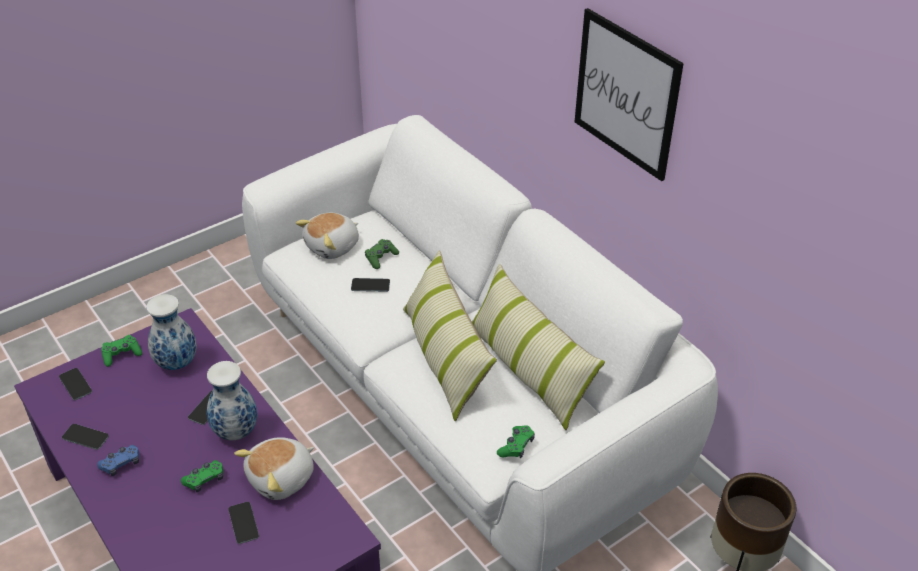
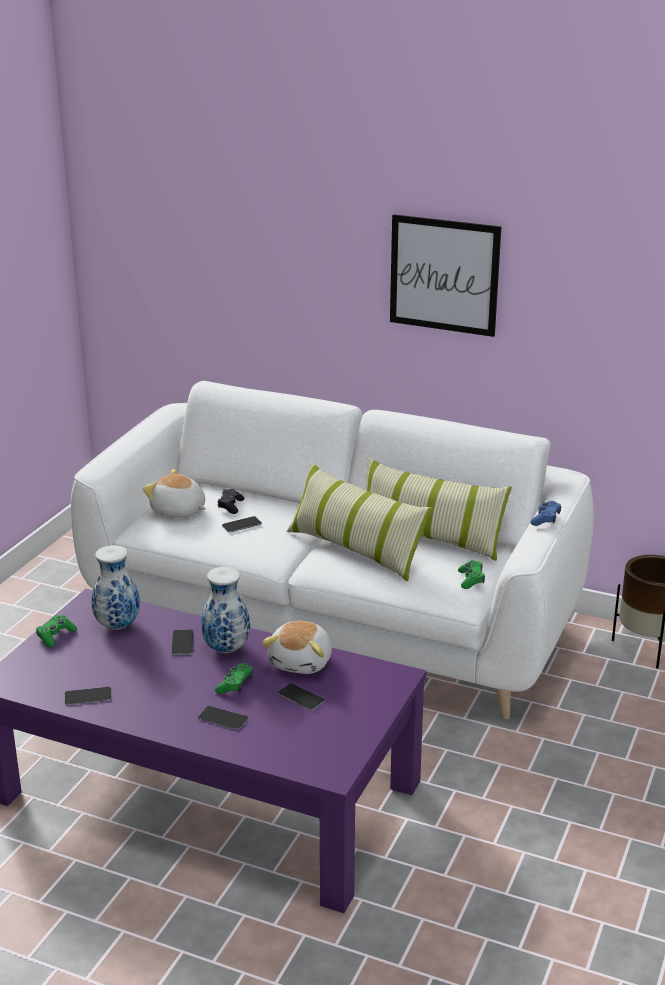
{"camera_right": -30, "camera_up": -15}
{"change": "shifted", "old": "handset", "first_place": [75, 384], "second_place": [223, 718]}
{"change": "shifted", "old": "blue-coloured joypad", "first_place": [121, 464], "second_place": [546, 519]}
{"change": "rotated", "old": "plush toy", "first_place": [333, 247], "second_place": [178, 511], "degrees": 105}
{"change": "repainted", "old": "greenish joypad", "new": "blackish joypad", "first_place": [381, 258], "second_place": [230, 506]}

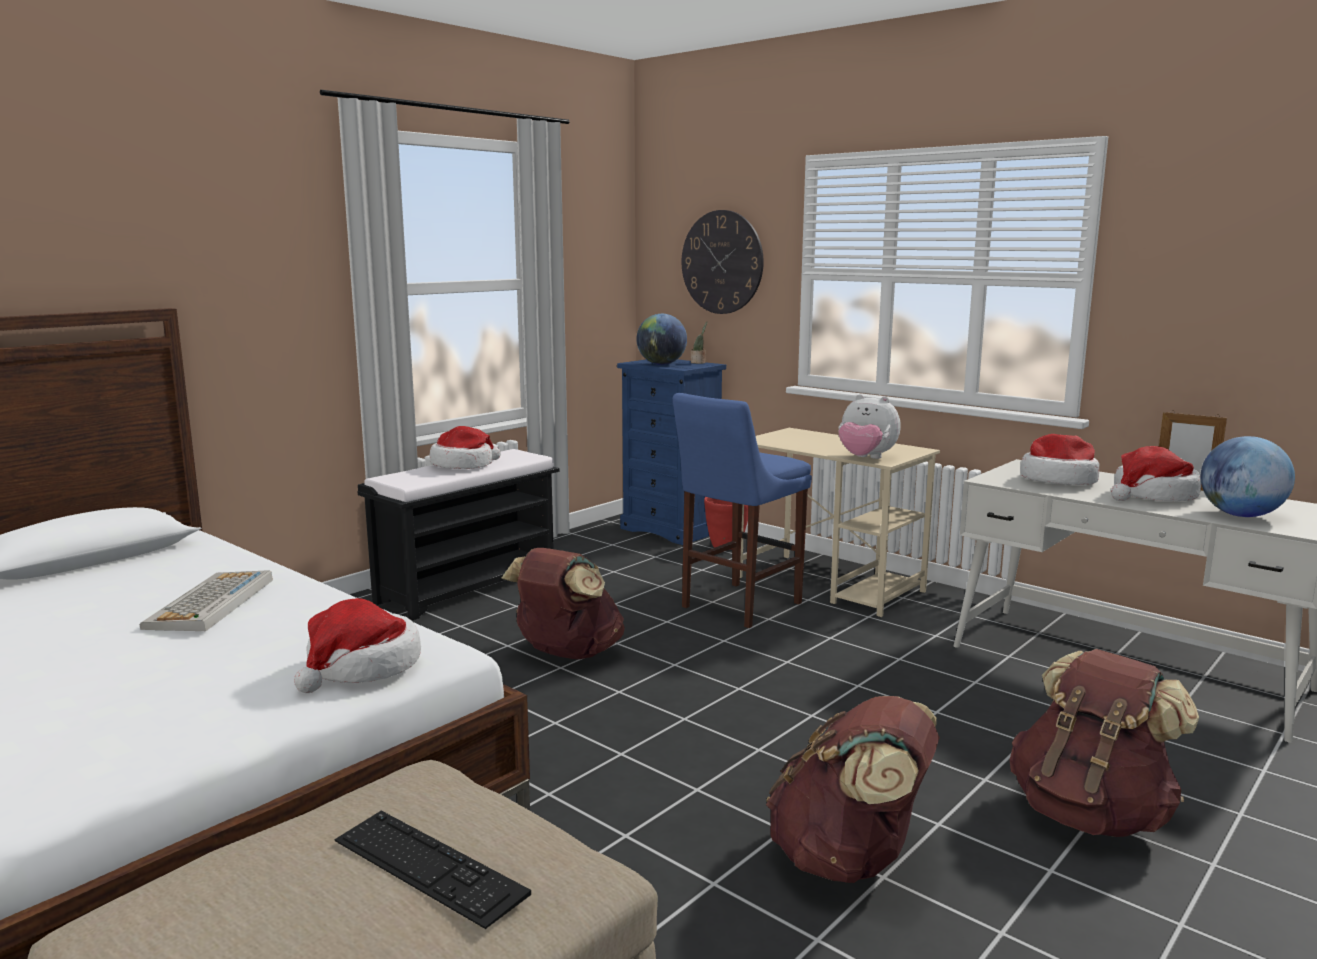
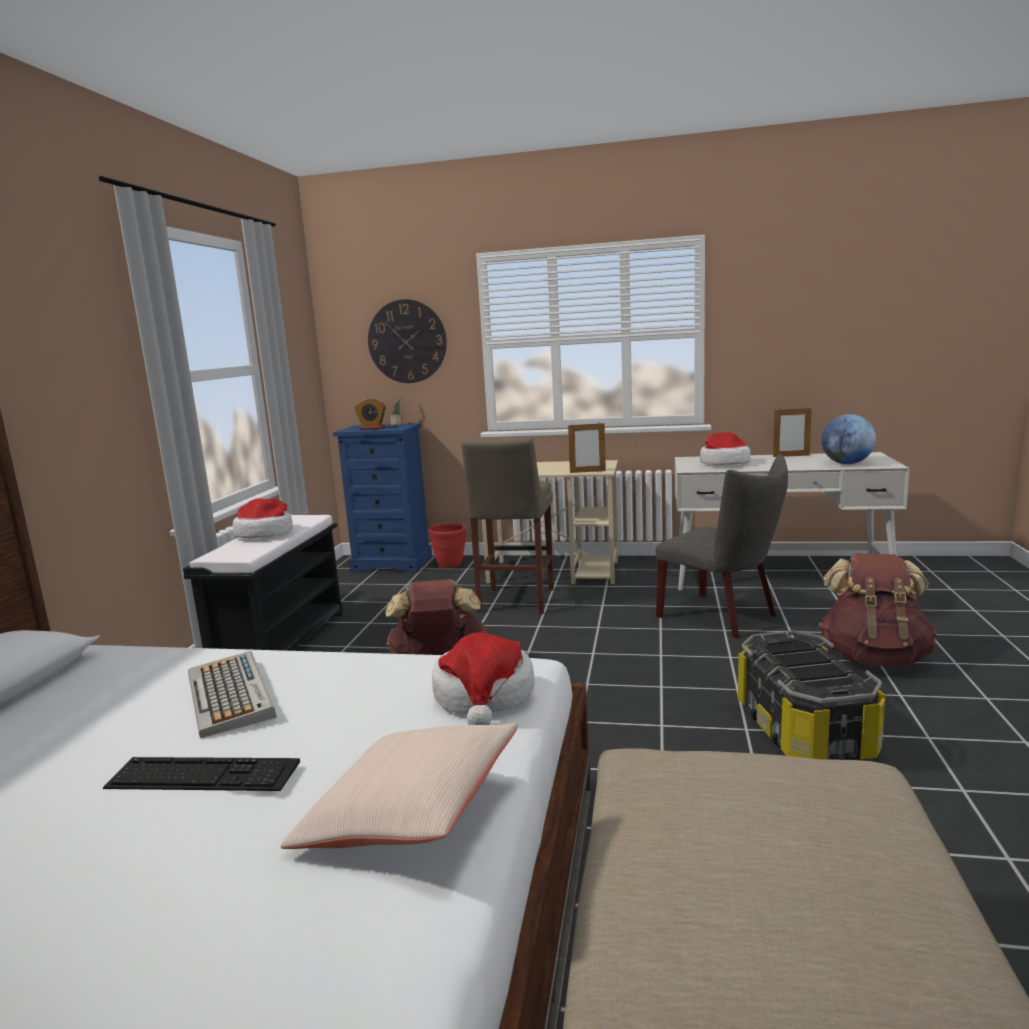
{"camera_right": -30, "camera_up": 0}
{"change": "shifted", "old": "PC keyboard", "first_place": [428, 866], "second_place": [203, 775]}
{"change": "swapped", "old": "desk globe", "new": "alarm clock", "first_place": [661, 364], "second_place": [372, 428]}
{"change": "repainted", "old": "blue-coloured stool seat", "new": "sand-coloured stool seat", "first_place": [737, 606], "second_place": [514, 602]}
{"change": "swapped", "old": "brown-coloured knapsack", "new": "storage box", "first_place": [849, 859], "second_place": [805, 731]}
{"change": "swapped", "old": "plush toy", "new": "picture frame", "first_place": [866, 458], "second_place": [587, 471]}
{"change": "gone", "old": "clothing hat", "first_place": [1153, 495]}
{"change": "new", "new": "sand-coloured pillow", "second_place": [410, 815]}
{"change": "new", "new": "grey plain chair", "second_place": [723, 617]}

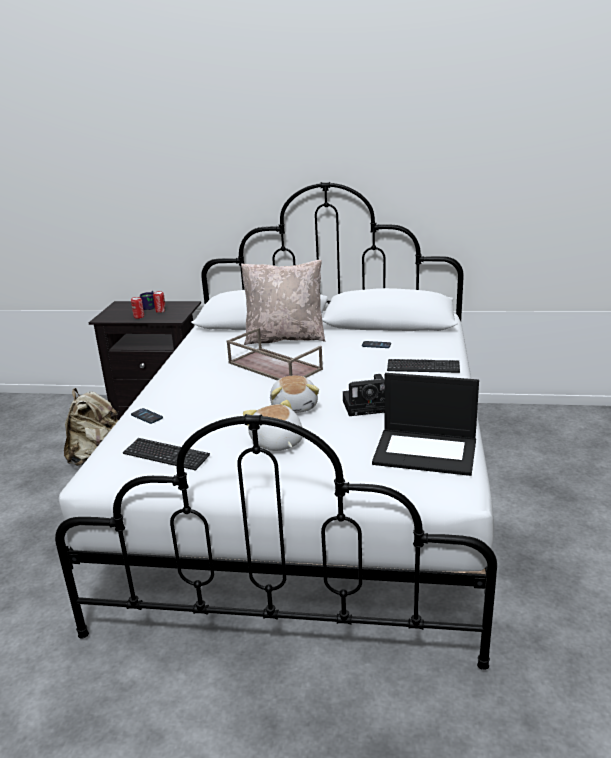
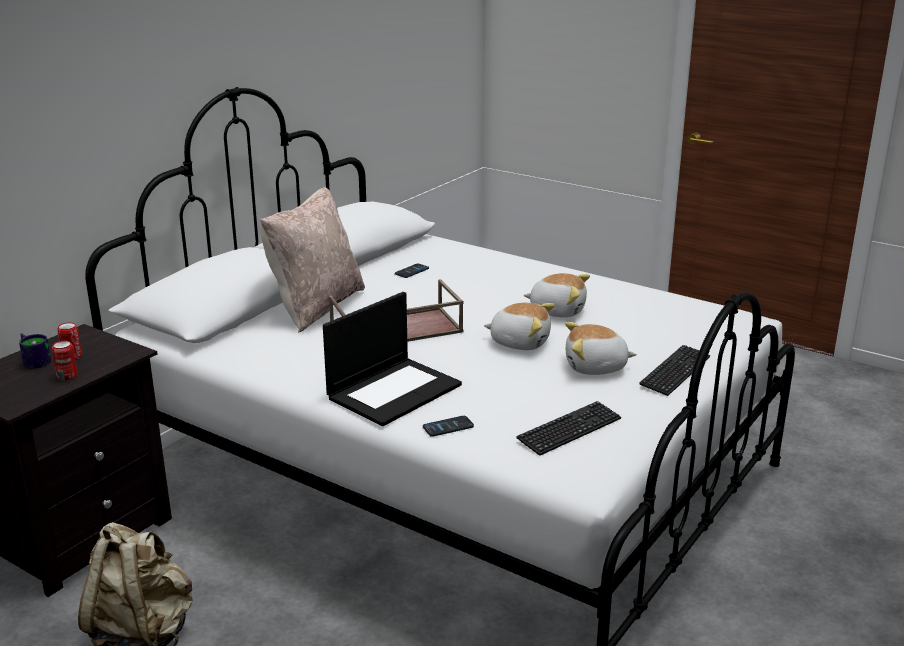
{"camera_right": -65, "camera_up": 0}
{"change": "swapped", "old": "still camera", "new": "plush toy", "first_place": [368, 406], "second_place": [557, 310]}
{"change": "shifted", "old": "notebook computer", "first_place": [426, 451], "second_place": [394, 391]}
{"change": "shifted", "old": "PC keyboard", "first_place": [423, 367], "second_place": [675, 372]}

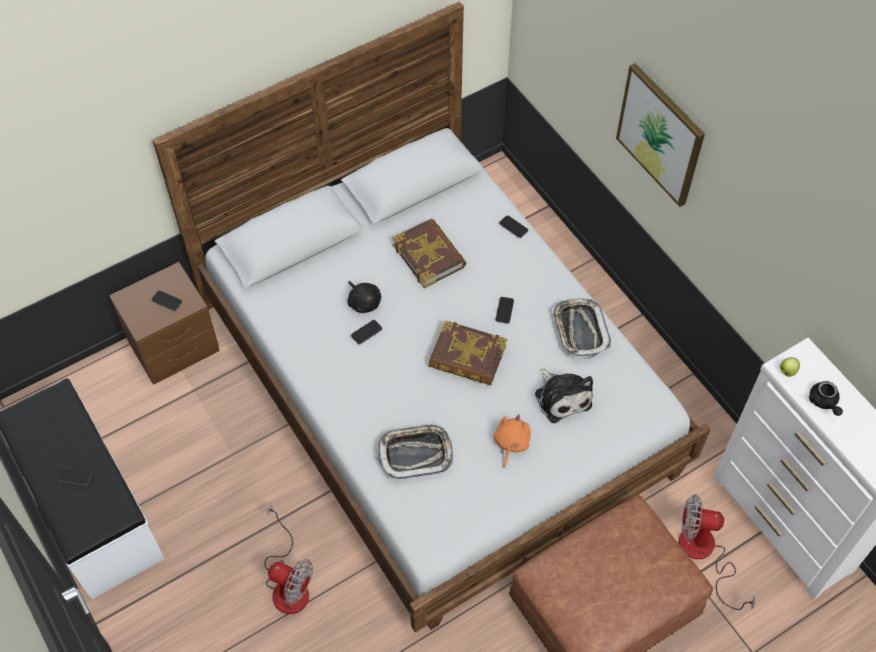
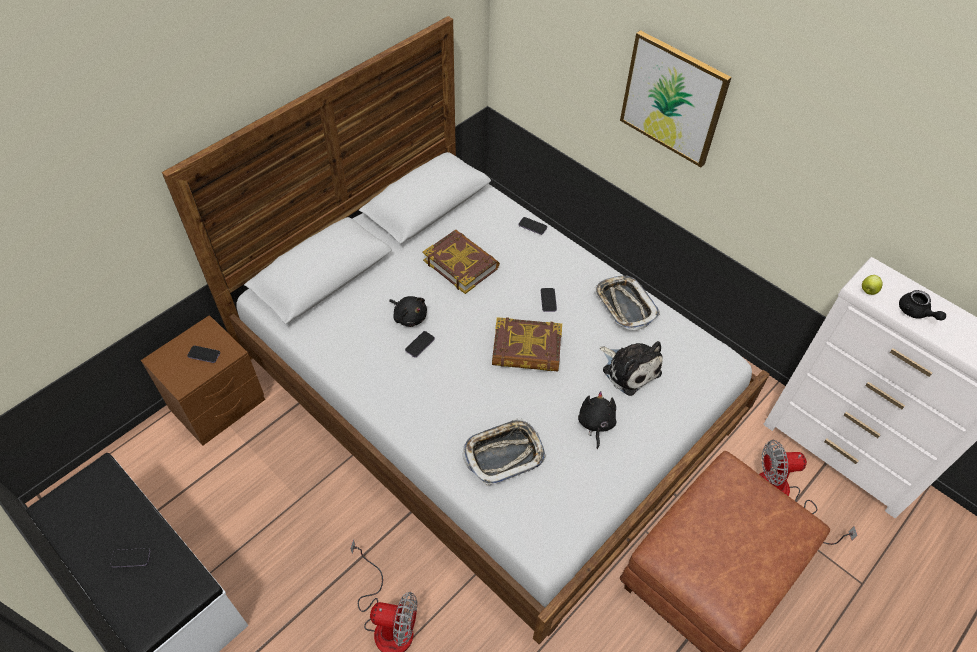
{"camera_right": -15, "camera_up": -5}
{"change": "repainted", "old": "orange plush toy", "new": "blackish plush toy", "first_place": [511, 443], "second_place": [595, 424]}

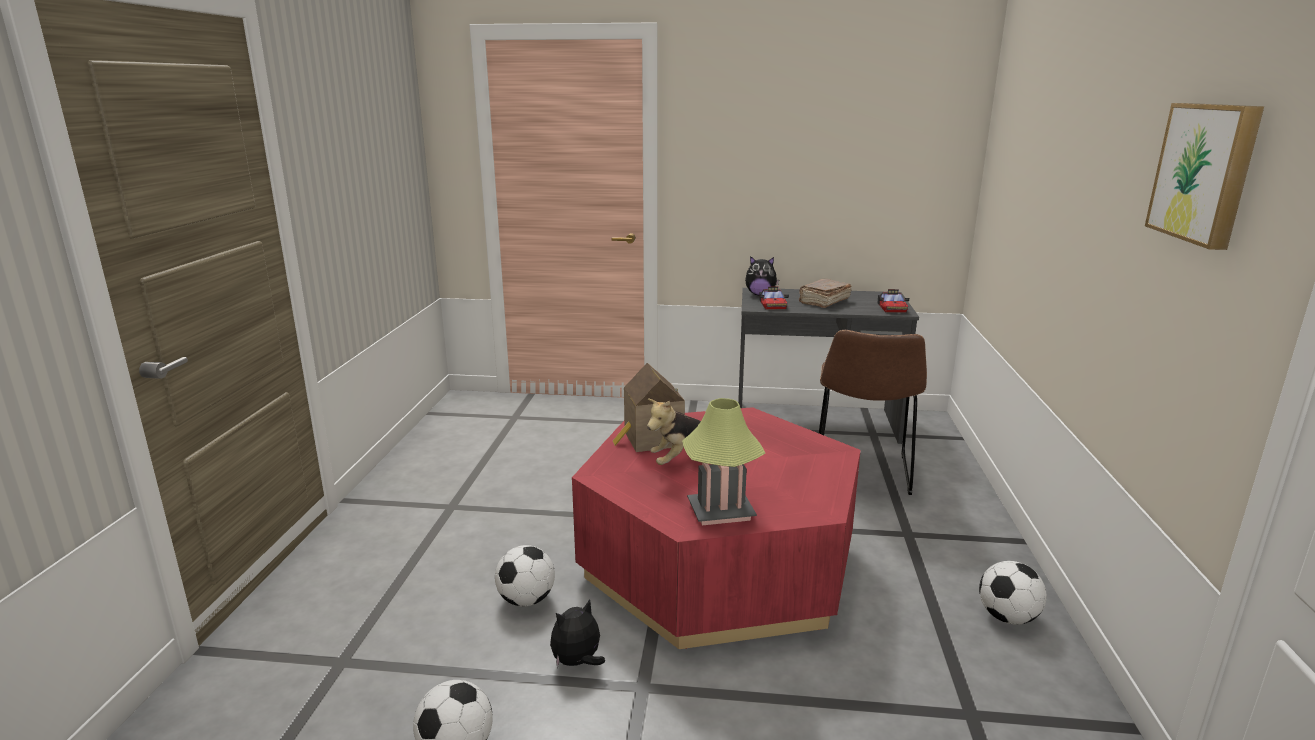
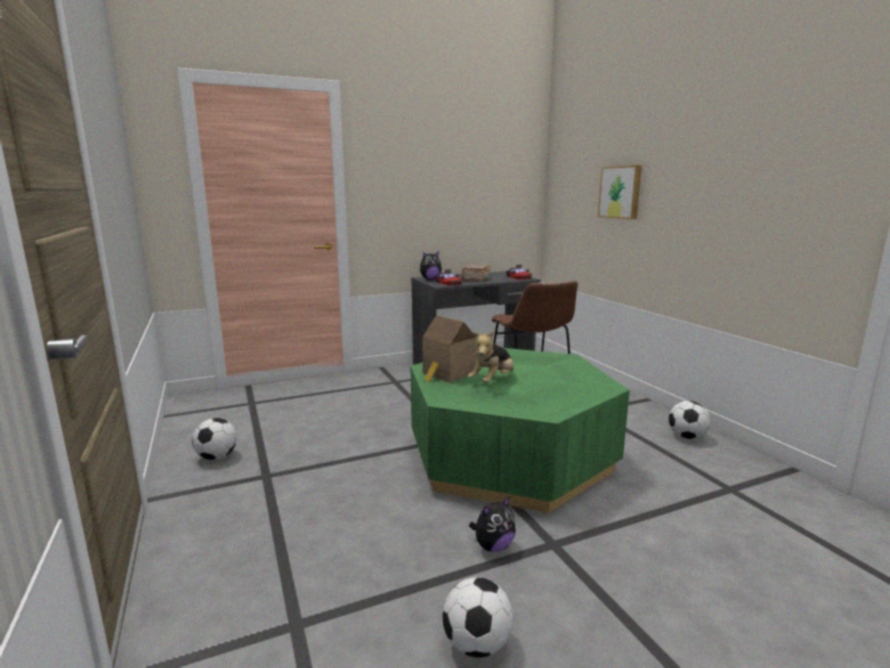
{"camera_right": -30, "camera_up": -5}
{"change": "shifted", "old": "ball for football", "first_place": [526, 600], "second_place": [217, 457]}
{"change": "rotated", "old": "plush toy", "first_place": [577, 662], "second_place": [493, 546], "degrees": -150}
{"change": "repainted", "old": "red-coloured low table", "new": "greenish low table", "first_place": [718, 563], "second_place": [510, 455]}
{"change": "gone", "old": "lamp for a table", "first_place": [720, 512]}
{"change": "shifted", "old": "wall art", "first_place": [1206, 172], "second_place": [621, 192]}

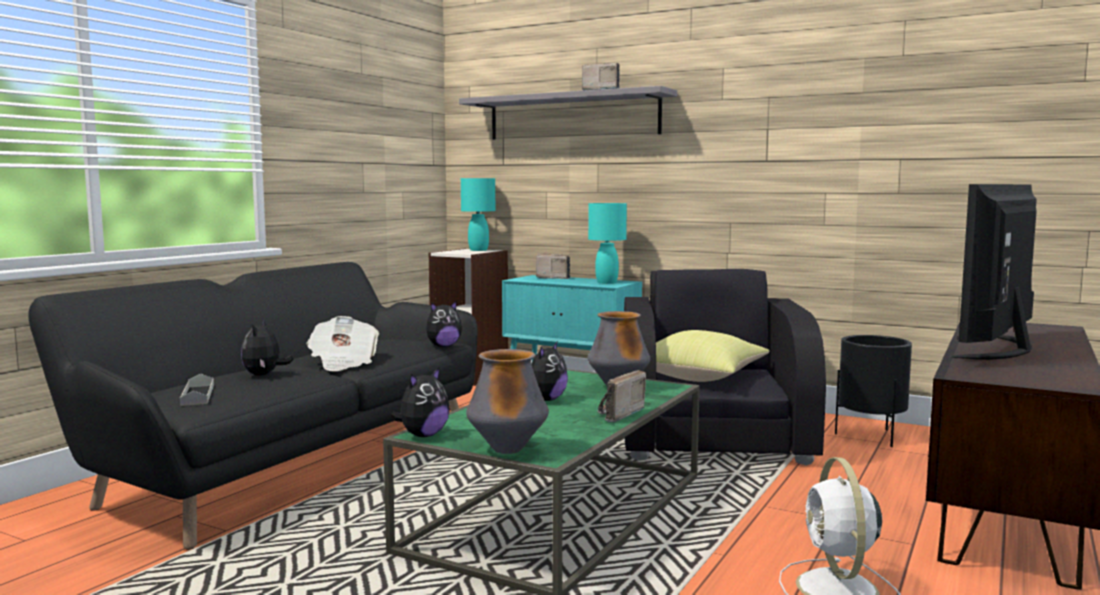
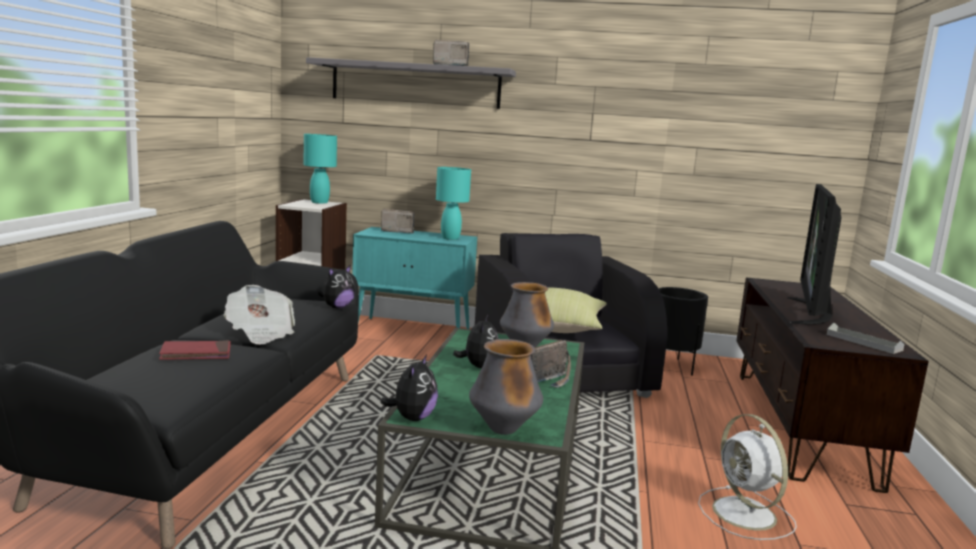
{"camera_right": -20, "camera_up": 5}
{"change": "shifted", "old": "grey serving tray", "first_place": [197, 395], "second_place": [863, 342]}
{"change": "swapped", "old": "plush toy", "new": "red-coloured bound book", "first_place": [264, 375], "second_place": [196, 354]}
{"change": "rotated", "old": "radio", "first_place": [616, 414], "second_place": [552, 380], "degrees": -150}

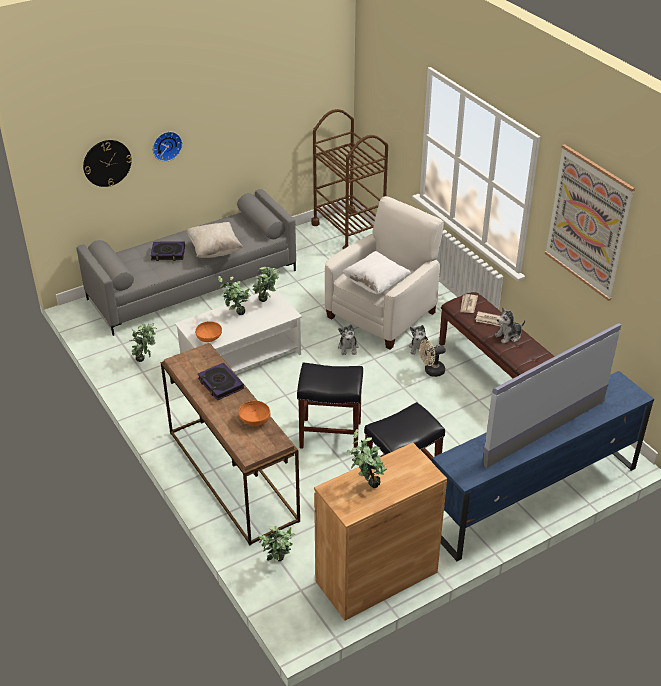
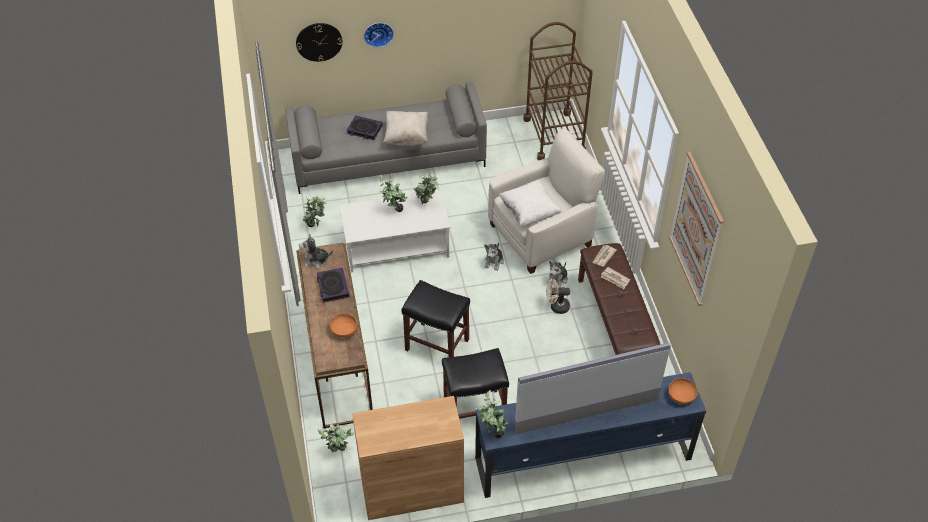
{"camera_right": 20, "camera_up": 10}
{"change": "shifted", "old": "orange bowl", "first_place": [209, 338], "second_place": [681, 396]}
{"change": "shifted", "old": "potted plant", "first_place": [366, 484], "second_place": [492, 432]}
{"change": "shifted", "old": "plush toy", "first_place": [508, 336], "second_place": [316, 260]}

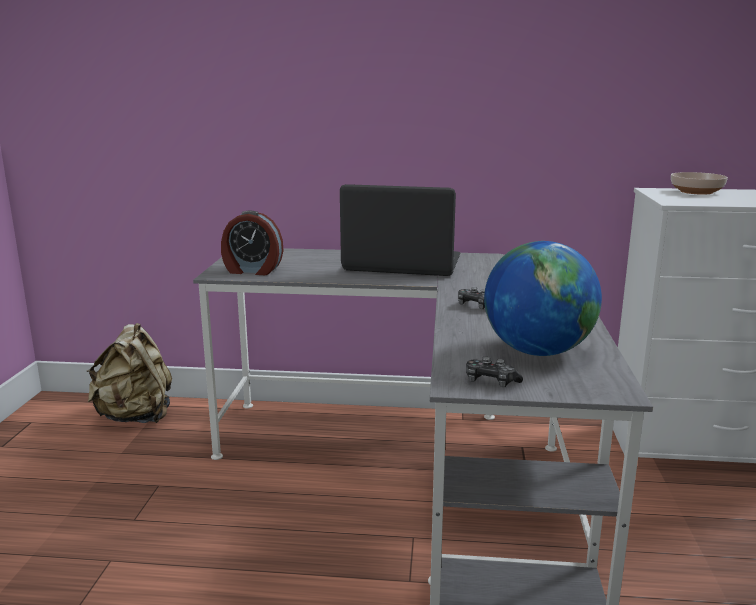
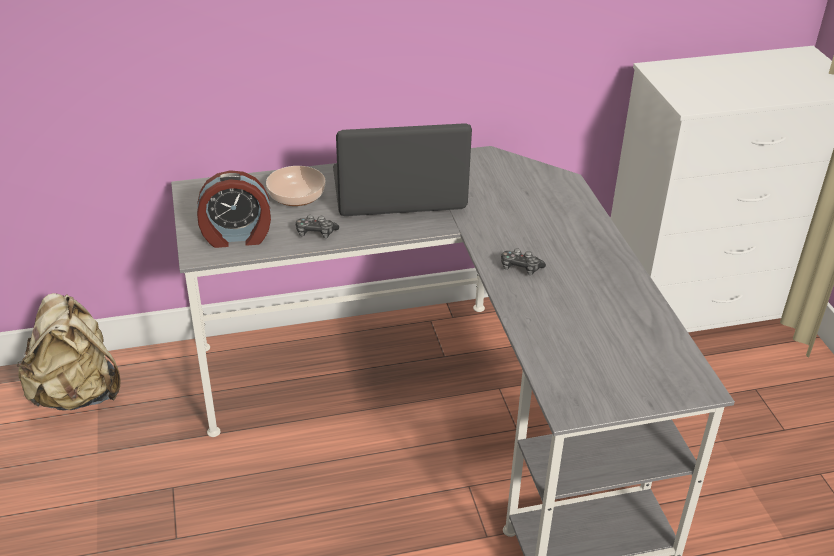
{"camera_right": -20, "camera_up": 20}
{"change": "shifted", "old": "joypad", "first_place": [490, 382], "second_place": [315, 233]}
{"change": "gone", "old": "desk globe", "first_place": [537, 351]}
{"change": "shifted", "old": "bowl", "first_place": [696, 191], "second_place": [296, 196]}

